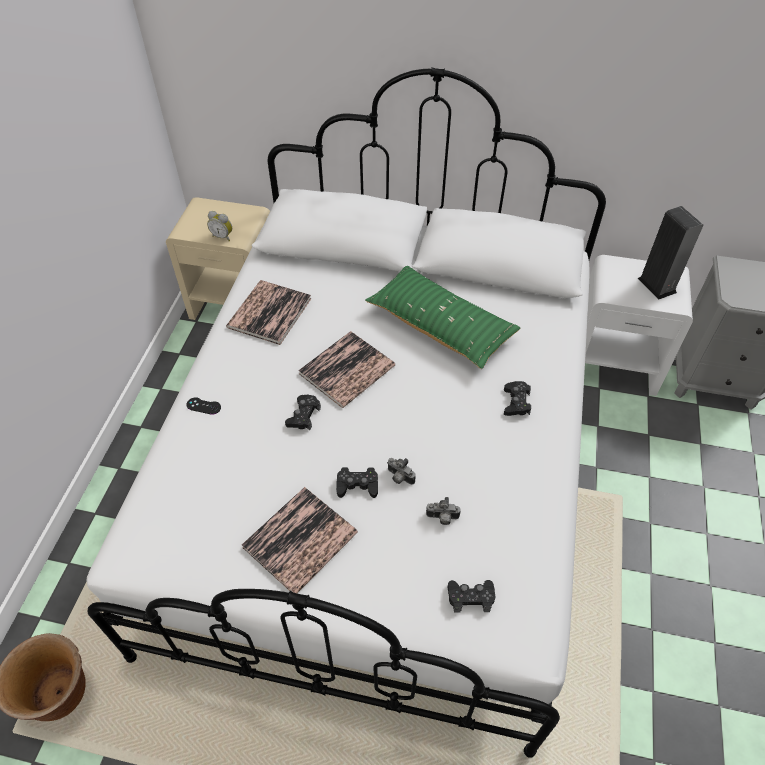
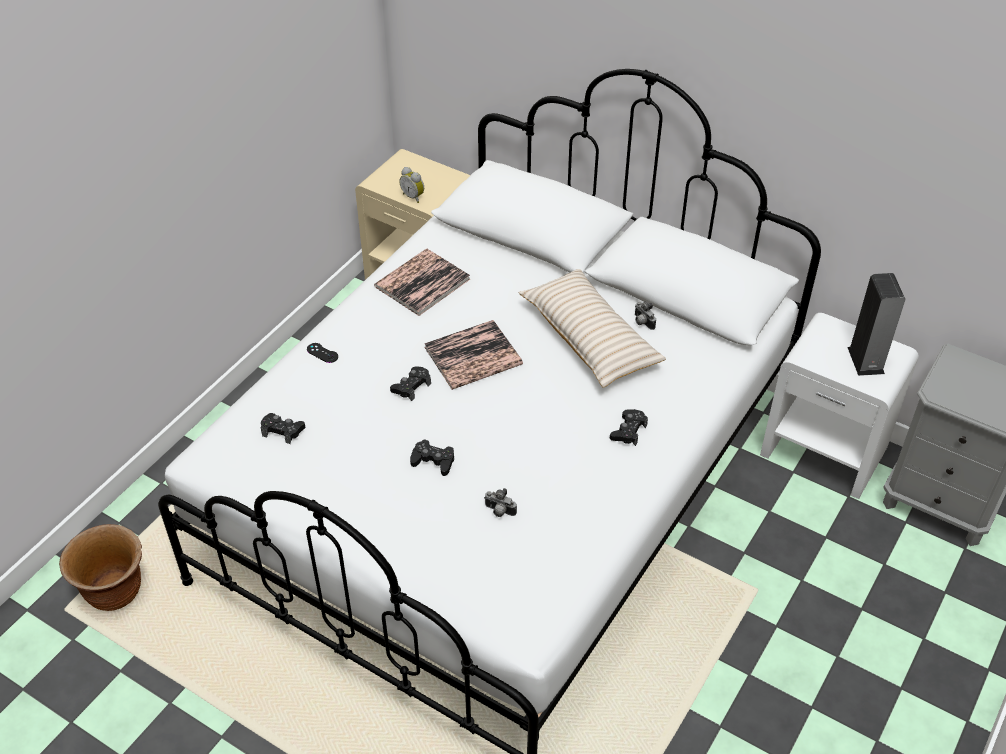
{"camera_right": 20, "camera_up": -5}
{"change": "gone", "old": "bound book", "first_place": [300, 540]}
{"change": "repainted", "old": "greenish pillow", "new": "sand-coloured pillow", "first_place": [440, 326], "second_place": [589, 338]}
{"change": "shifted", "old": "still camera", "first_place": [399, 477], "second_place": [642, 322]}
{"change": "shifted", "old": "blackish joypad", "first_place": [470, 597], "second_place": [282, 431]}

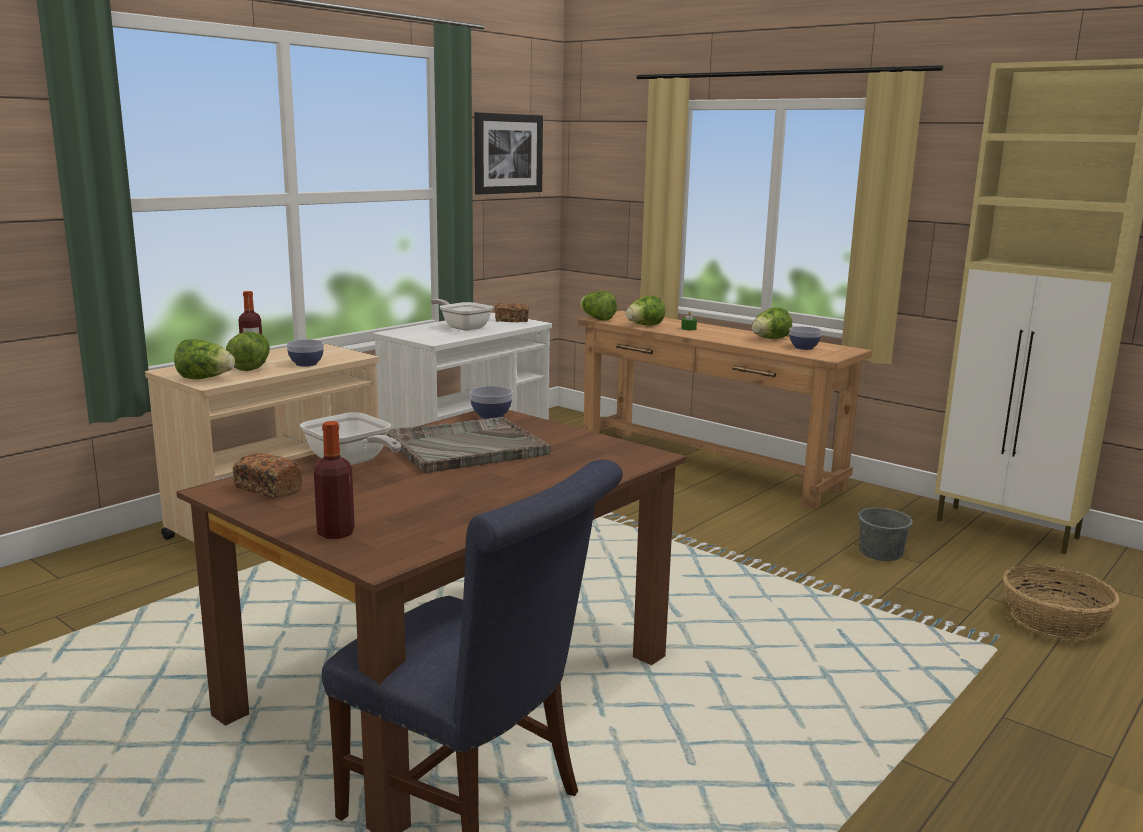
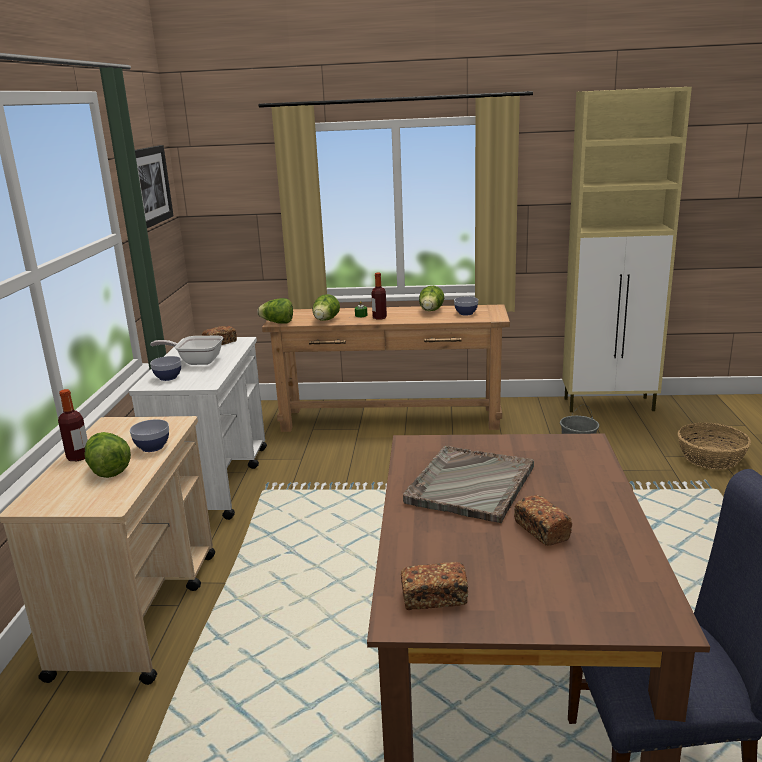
{"camera_right": -35, "camera_up": 5}
{"change": "gone", "old": "head of lettuce", "first_place": [205, 378]}
{"change": "gone", "old": "skillet", "first_place": [351, 462]}
{"change": "shifted", "old": "beverage bottle", "first_place": [336, 533], "second_place": [379, 318]}
{"change": "shifted", "old": "bowl", "first_place": [491, 416], "second_place": [168, 377]}
{"change": "new", "new": "baked bread", "second_place": [541, 530]}

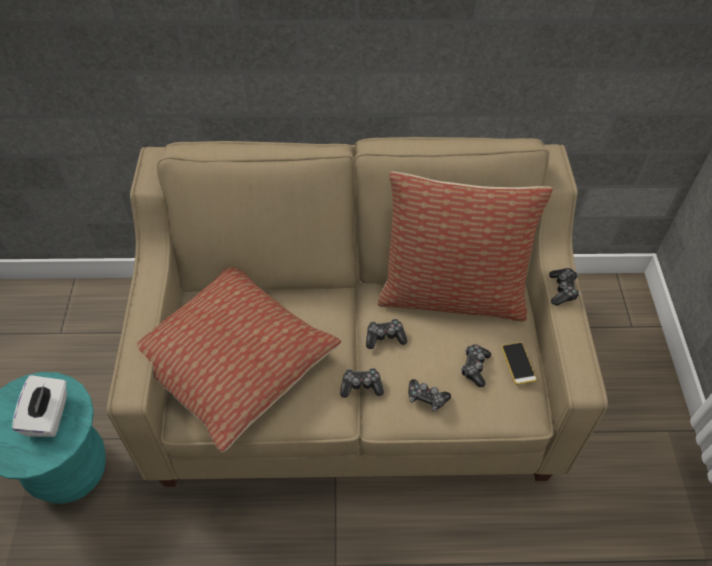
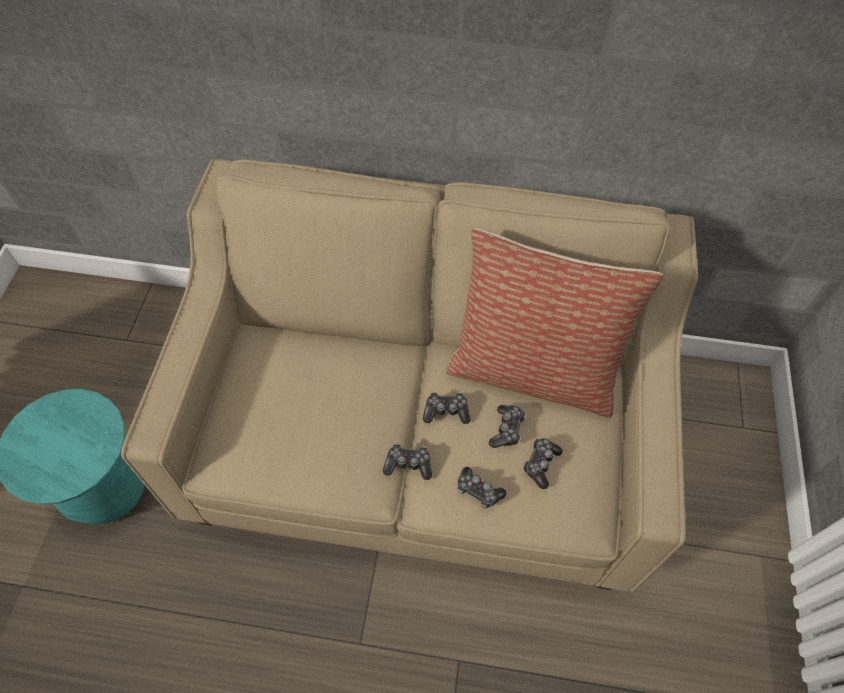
{"camera_right": 10, "camera_up": 5}
{"change": "gone", "old": "white tissue holder", "first_place": [48, 416]}
{"change": "gone", "old": "pillow", "first_place": [233, 362]}
{"change": "gone", "old": "handset", "first_place": [518, 363]}
{"change": "shifted", "old": "joypad", "first_place": [562, 290], "second_place": [507, 429]}

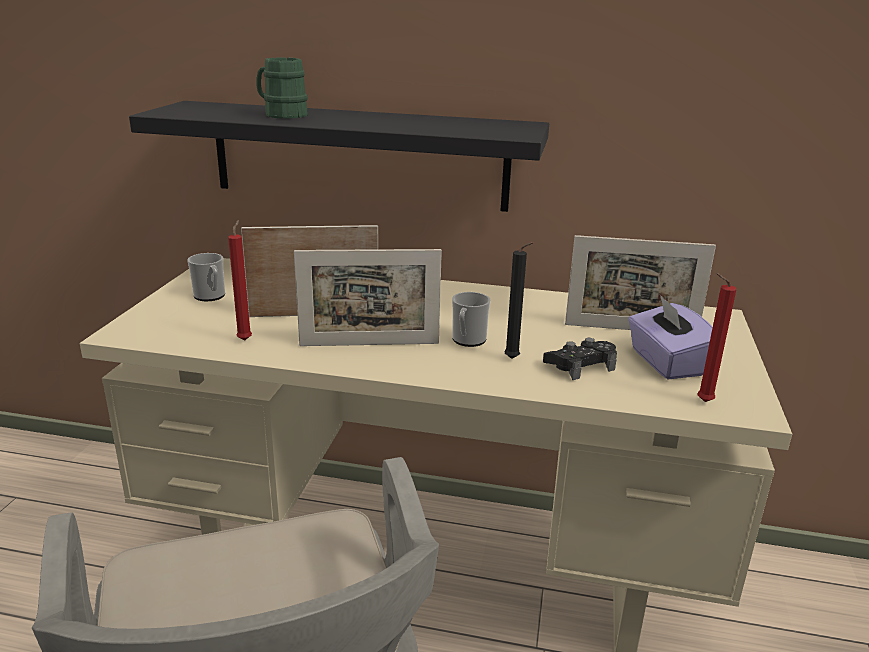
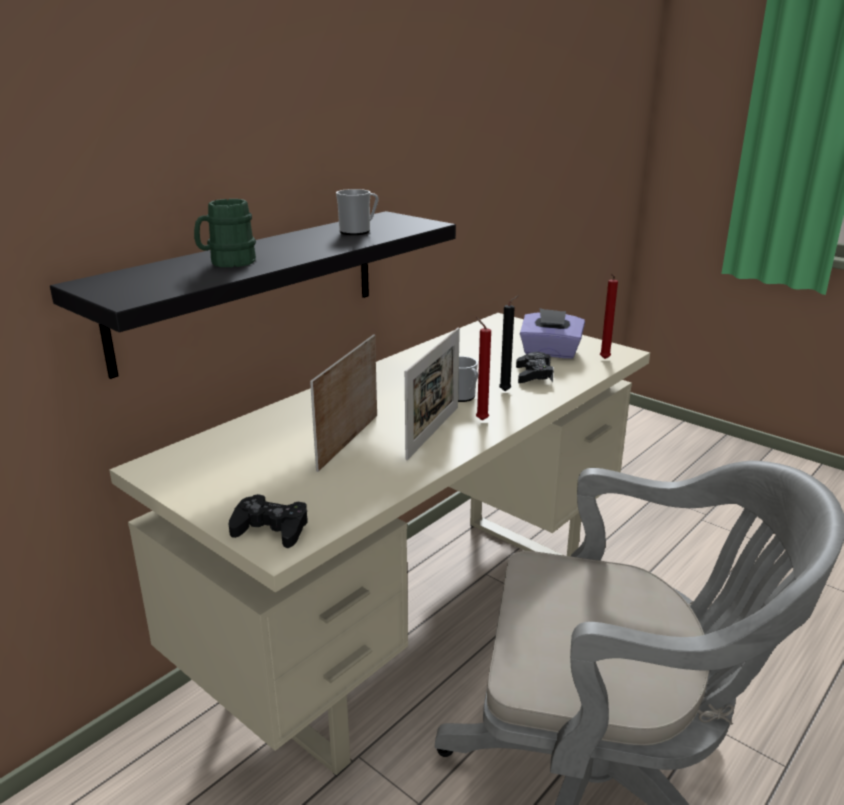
{"camera_right": -60, "camera_up": 0}
{"change": "shifted", "old": "tea mug", "first_place": [211, 296], "second_place": [358, 231]}
{"change": "shifted", "old": "red-coloured wax light", "first_place": [246, 339], "second_place": [480, 419]}
{"change": "gone", "old": "picture frame", "first_place": [630, 329]}
{"change": "new", "new": "blackish joypad", "second_place": [271, 529]}

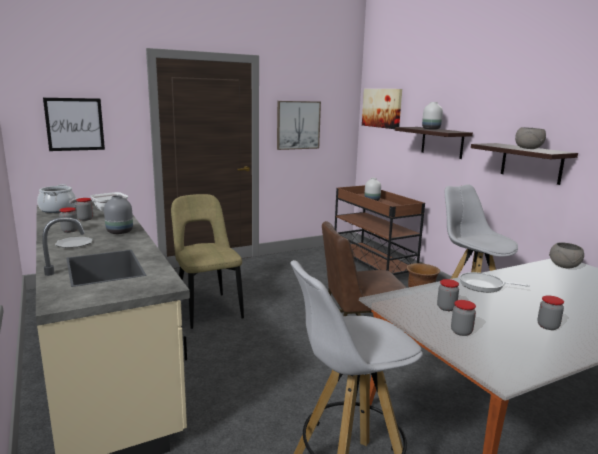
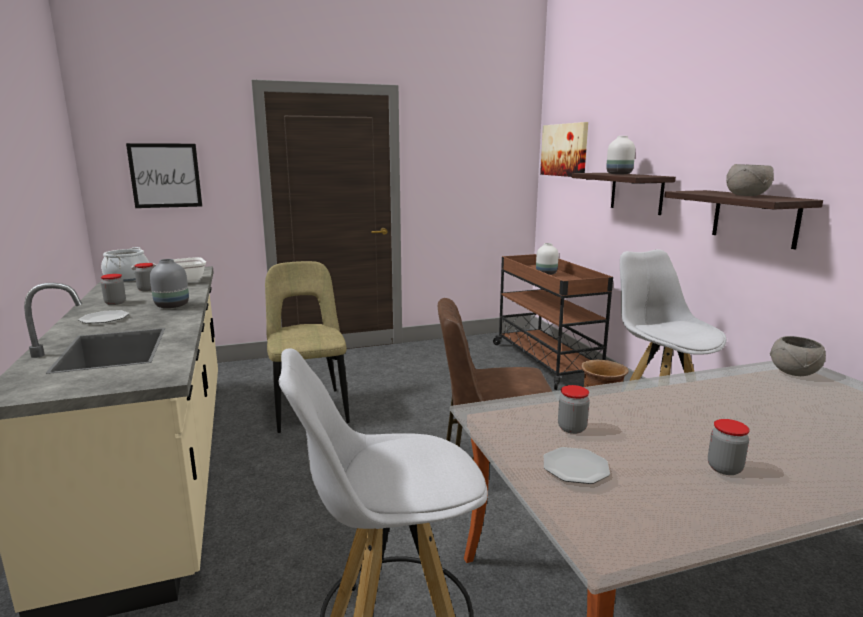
{"camera_right": 10, "camera_up": 0}
{"change": "gone", "old": "wall art", "first_place": [298, 125]}
{"change": "swapped", "old": "preserve jar", "new": "flat dish", "first_place": [461, 332], "second_place": [575, 468]}
{"change": "gone", "old": "skillet", "first_place": [484, 285]}

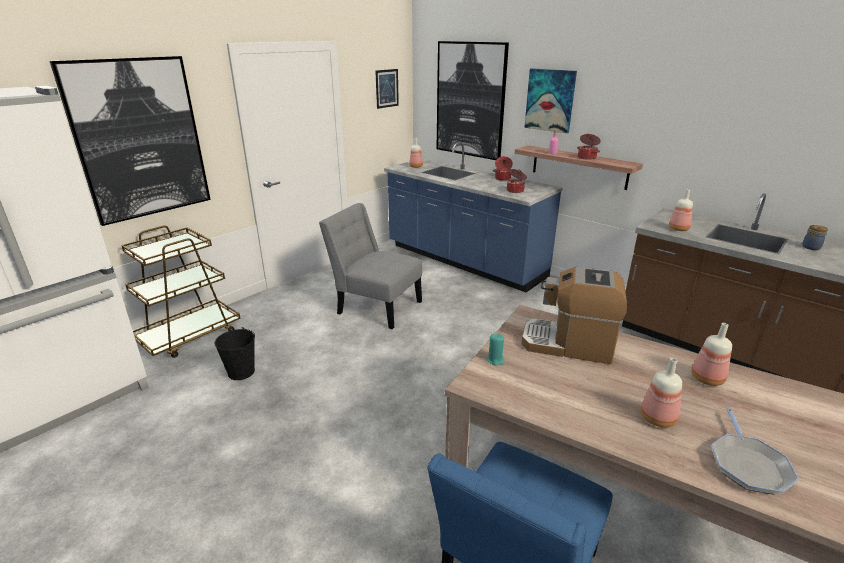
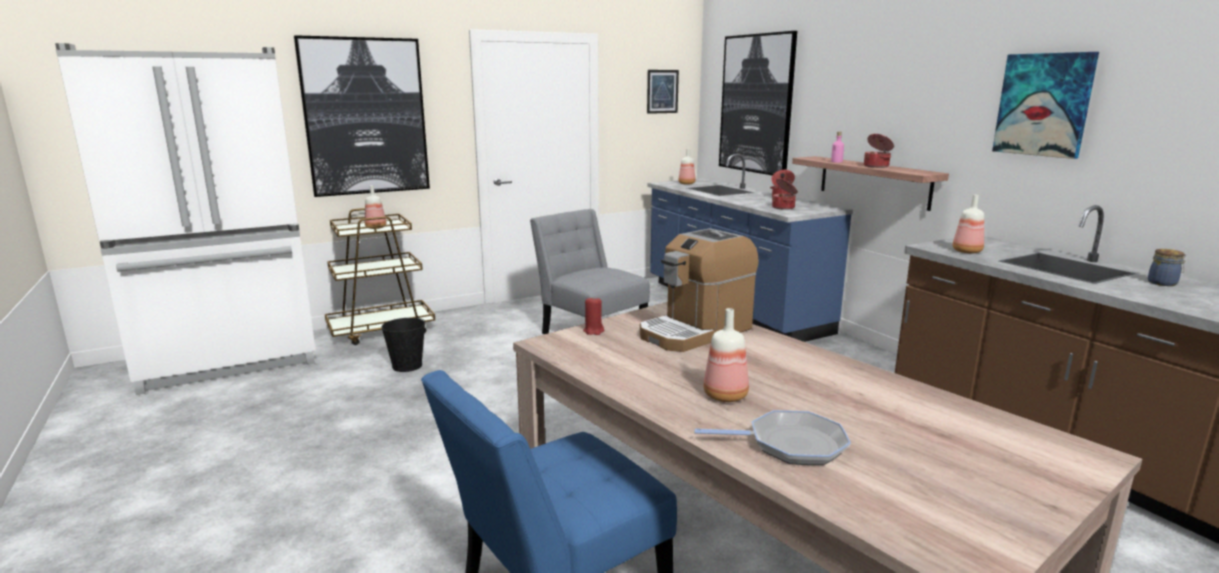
{"camera_right": 20, "camera_up": -10}
{"change": "repainted", "old": "turquoise-coloured wax light", "new": "red-coloured wax light", "first_place": [495, 360], "second_place": [594, 331]}
{"change": "rotated", "old": "coffee machine", "first_place": [568, 344], "second_place": [695, 331], "degrees": -75}
{"change": "shifted", "old": "wall art", "first_place": [550, 100], "second_place": [1044, 104]}
{"change": "shifted", "old": "beverage bottle", "first_place": [705, 378], "second_place": [375, 227]}
{"change": "rotated", "old": "skillet", "first_place": [748, 464], "second_place": [790, 445], "degrees": -120}

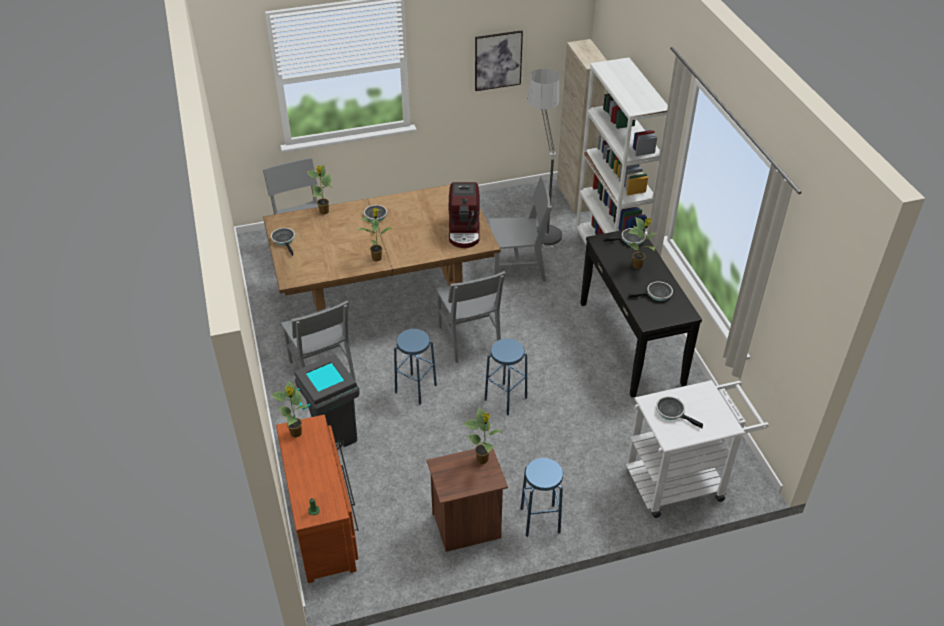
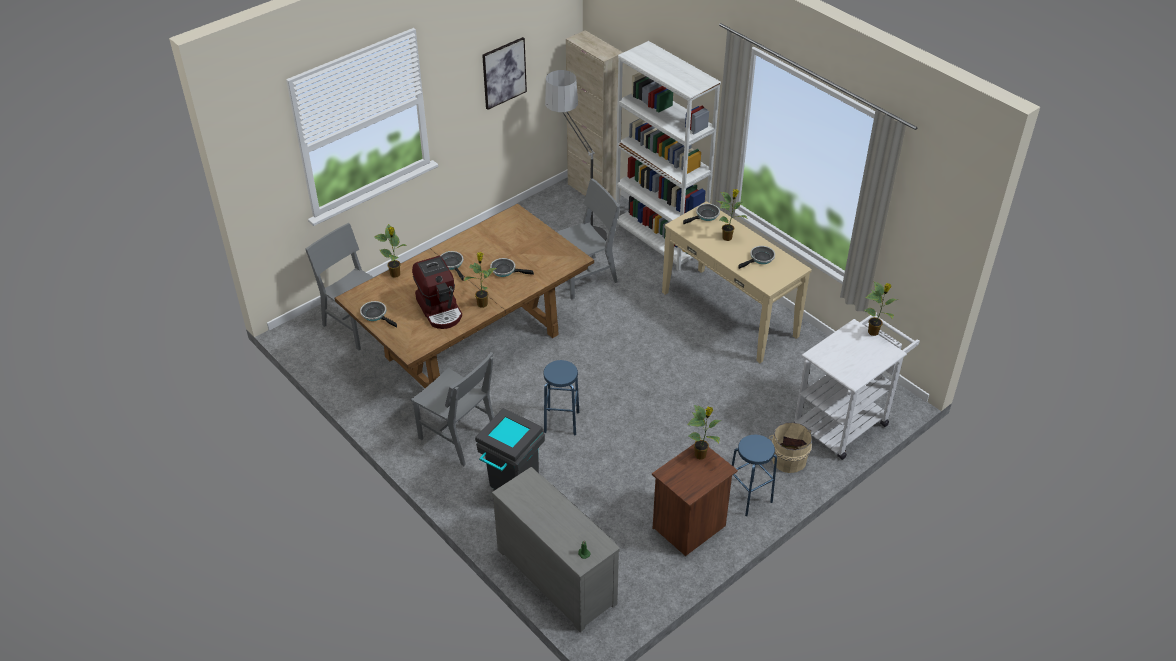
{"camera_right": -25, "camera_up": 0}
{"change": "shifted", "old": "potted plant", "first_place": [296, 433], "second_place": [874, 332]}
{"change": "repainted", "old": "brown-coloured dresser", "new": "grey dresser", "first_place": [324, 523], "second_place": [558, 574]}
{"change": "gone", "old": "grey plain chair", "first_place": [469, 338]}
{"change": "shifted", "old": "coffee machine", "first_place": [465, 231], "second_place": [440, 309]}
{"change": "gone", "old": "blue-coloured stool seat", "first_place": [505, 399]}
{"change": "repainted", "old": "blackish narrow table", "new": "sand-coloured narrow table", "first_place": [631, 342], "second_place": [729, 314]}
{"change": "shifted", "old": "skillet", "first_place": [672, 412], "second_place": [505, 270]}
{"change": "new", "new": "sand-coloured pail", "second_place": [788, 458]}

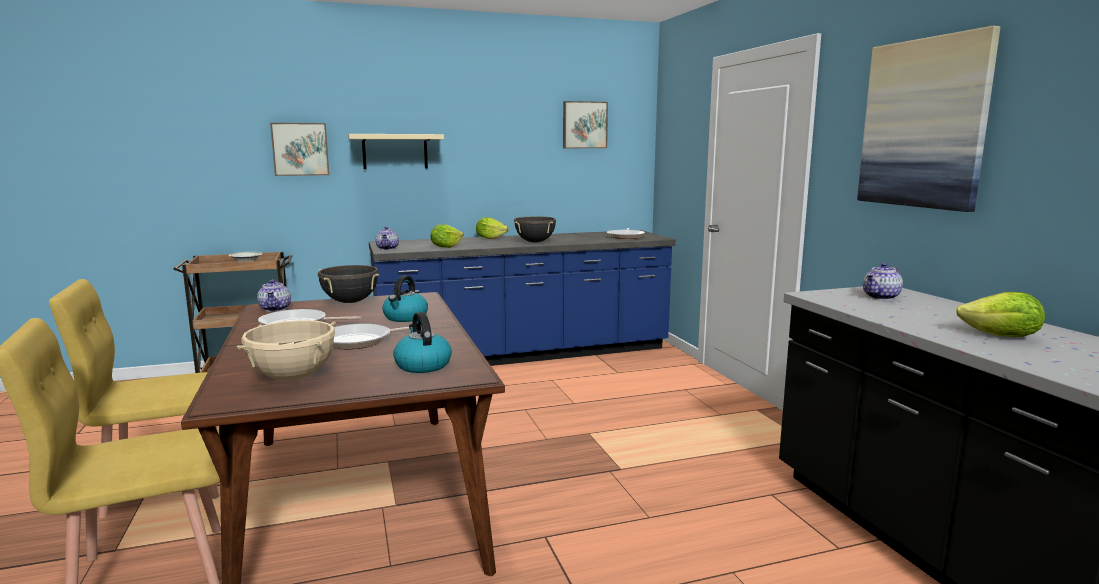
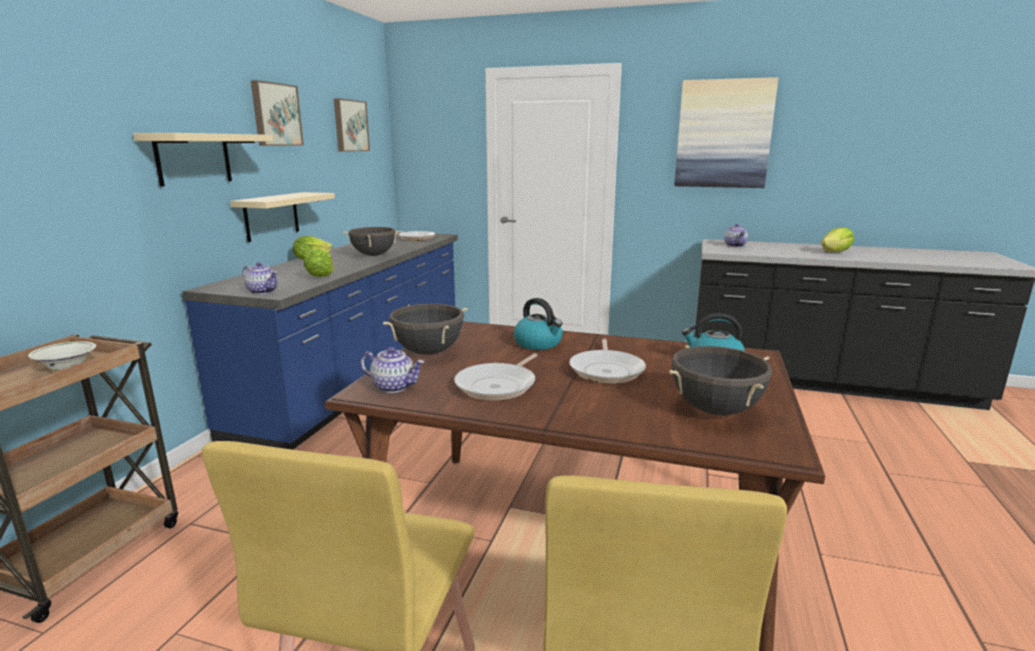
{"camera_right": -55, "camera_up": 5}
{"change": "repainted", "old": "sand-coloured stockpot", "new": "blackish stockpot", "first_place": [293, 378], "second_place": [715, 410]}
{"change": "shifted", "old": "wall art", "first_place": [300, 149], "second_place": [275, 115]}
{"change": "new", "new": "sand-coloured shelf", "second_place": [271, 216]}

